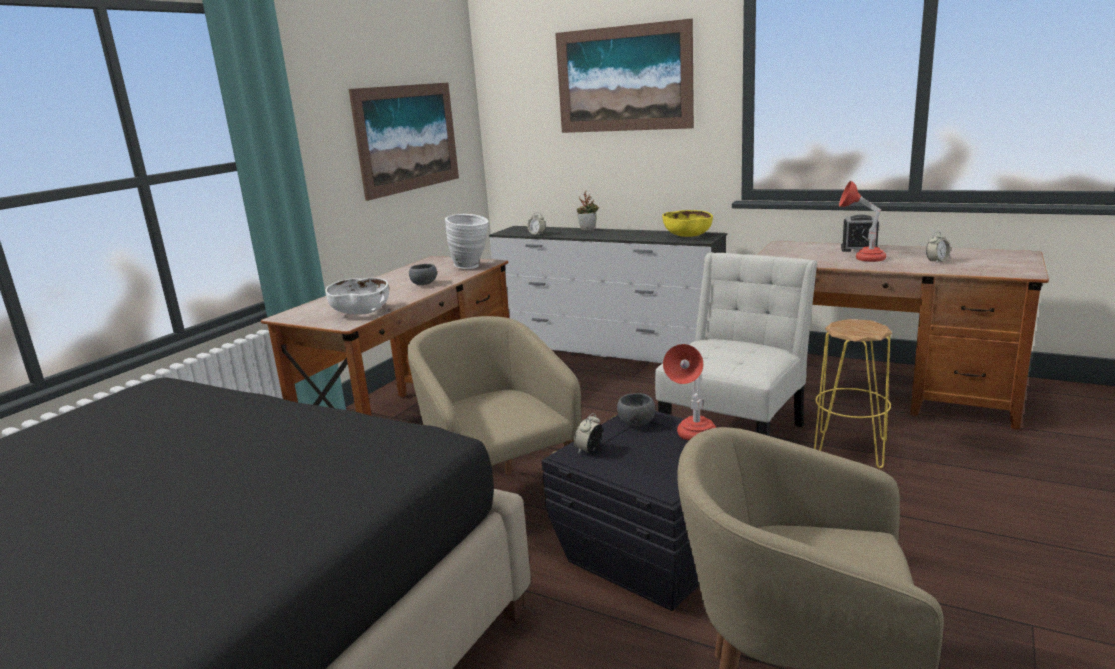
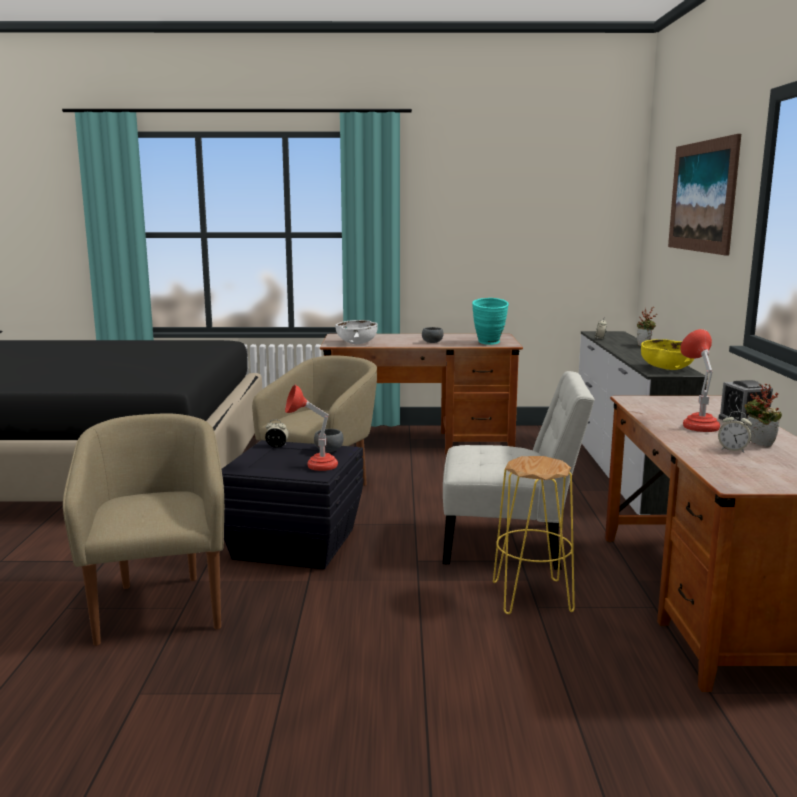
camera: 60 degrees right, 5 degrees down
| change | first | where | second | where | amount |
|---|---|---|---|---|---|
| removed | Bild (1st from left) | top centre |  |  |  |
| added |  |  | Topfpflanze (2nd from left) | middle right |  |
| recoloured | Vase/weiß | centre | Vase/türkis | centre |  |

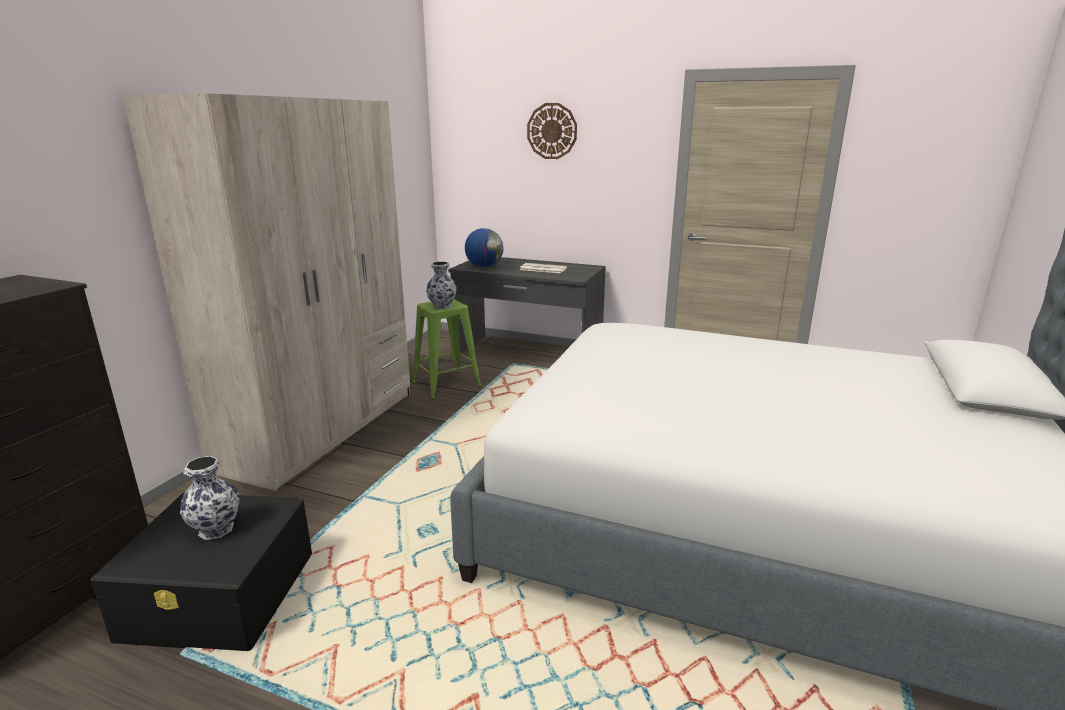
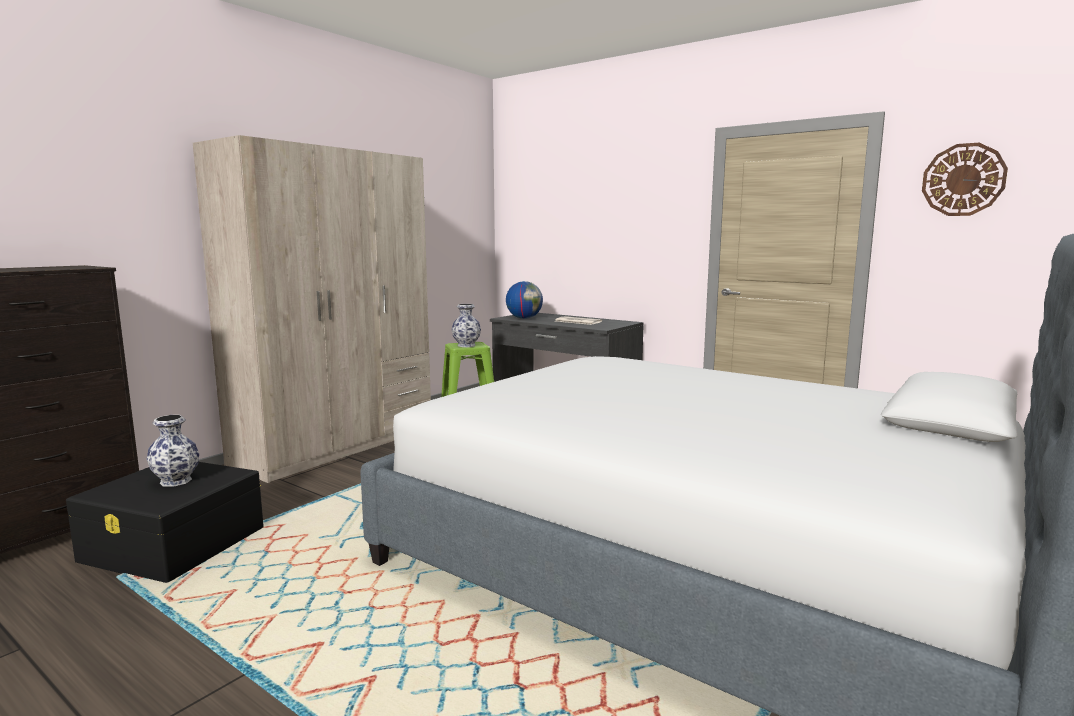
camera: 15 degrees right, 10 degrees down
| change | first | where | second | where | amount |
|---|---|---|---|---|---|
| moved | Wanduhr | top centre |  | top right |  |

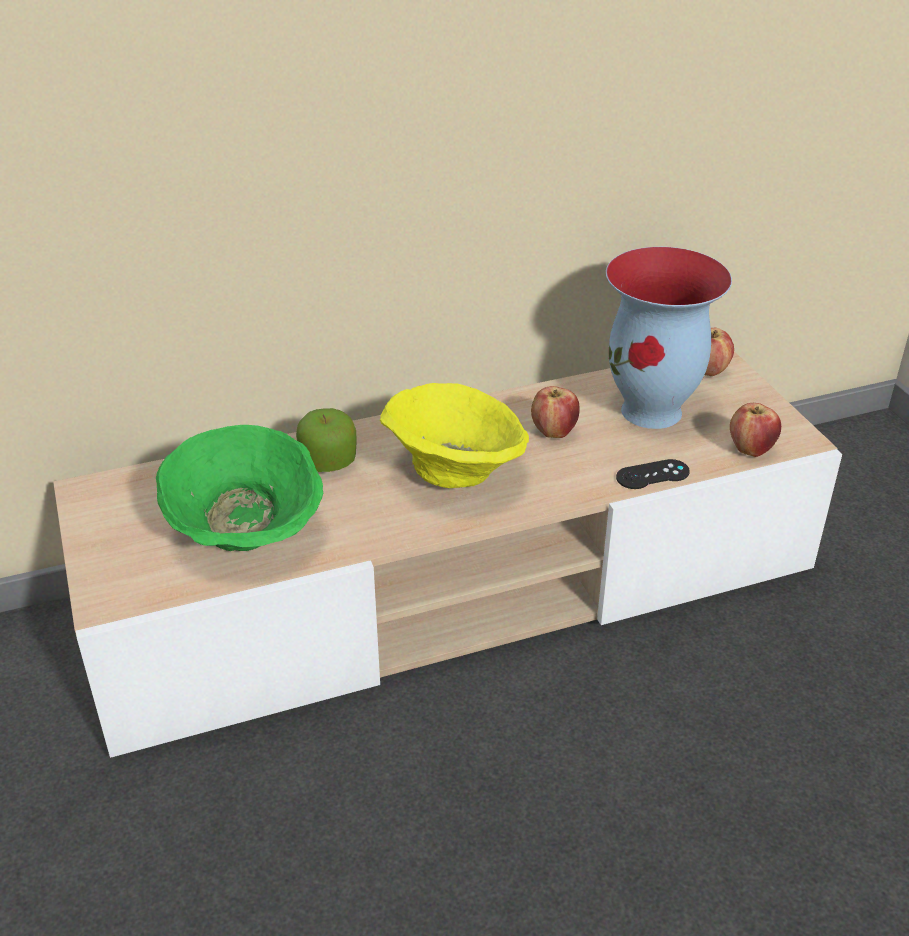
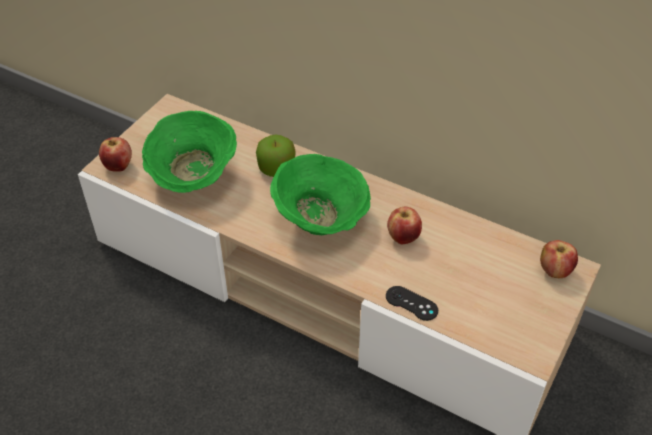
camera: 50 degrees right, 10 degrees up
| change | first | where | second | where | amount |
|---|---|---|---|---|---|
| removed | Vase | middle right |  |  |  |
| moved | Apfel (4th from left in the first image) | middle right | Apfel (1st from left) | middle left |  |
| recoloured | Schüssel/gelb | centre | Schüssel/grün (2nd from left) | centre |  |

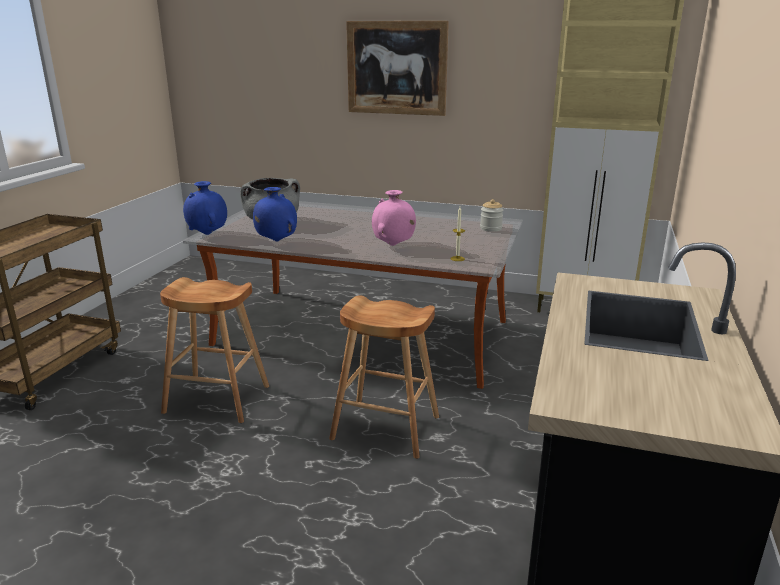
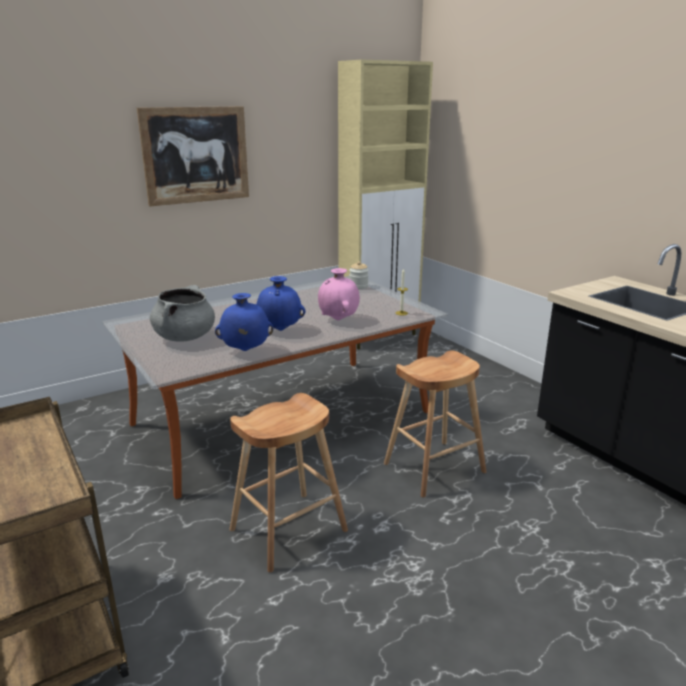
camera: 50 degrees left, 0 degrees up
| change | first | where | second | where | amount |
|---|---|---|---|---|---|
| moved | Vase/blau (1st from left in the first image) | middle left | Vase/blau (2nd from left) | centre |  |

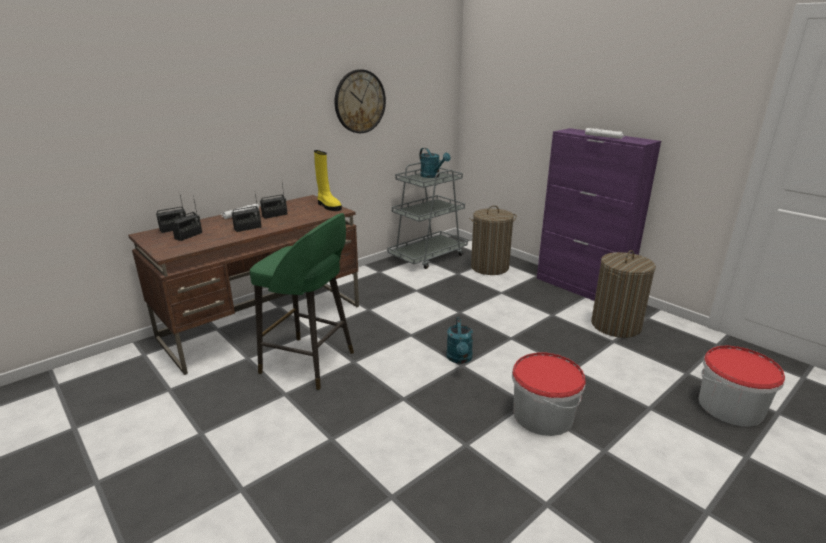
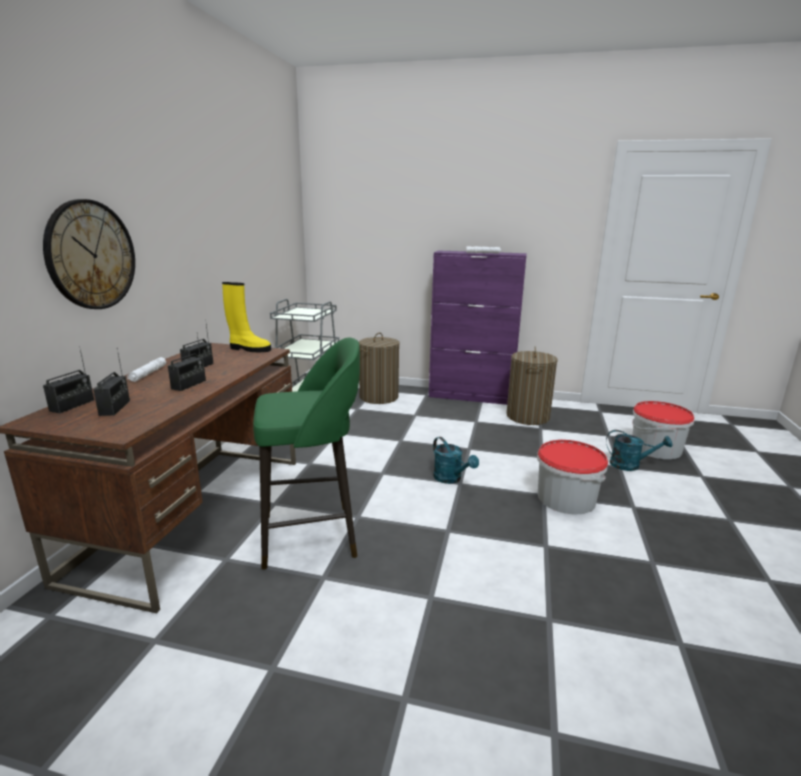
camera: 35 degrees left, 5 degrees down
| change | first | where | second | where | amount |
|---|---|---|---|---|---|
| moved | Wanduhr | top centre |  | top left |  |
| moved | Gießkanne/türkis (1st from left in the first image) | top centre | Gießkanne/türkis (2nd from left) | middle right |  |

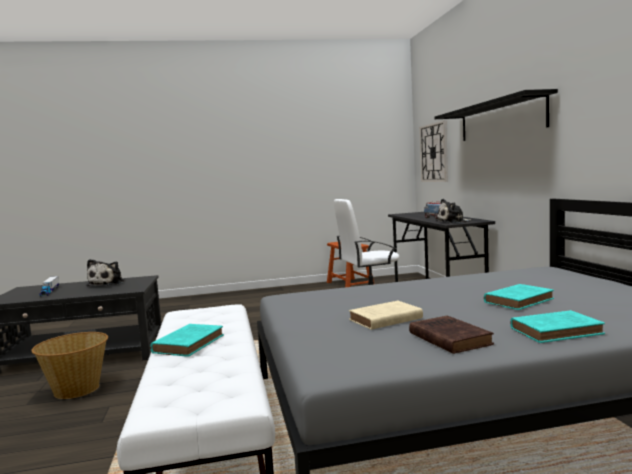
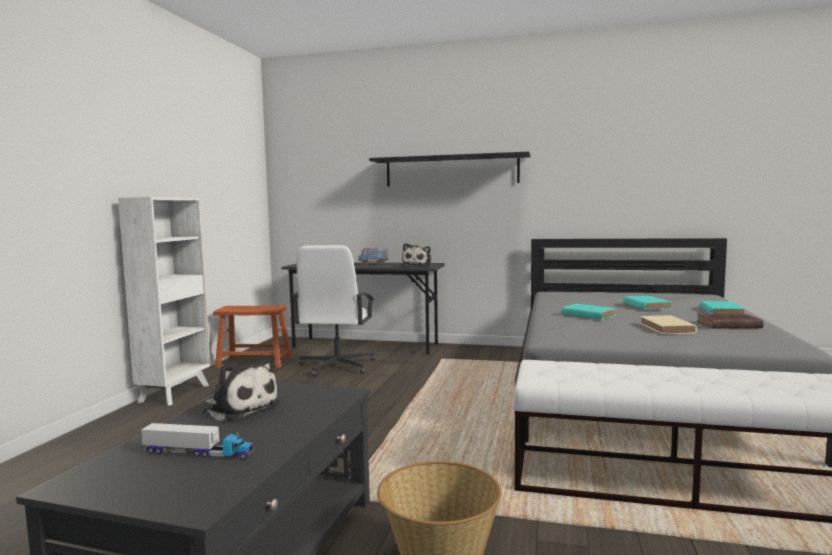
camera: 65 degrees left, 0 degrees up
| change | first | where | second | where | amount |
|---|---|---|---|---|---|
| removed | Wanduhr | top right |  |  |  |
| added |  |  | Bücherregal/weiß | middle left |  |
| moved | Buch/türkis (1st from left) | bottom left |  | middle right |  |

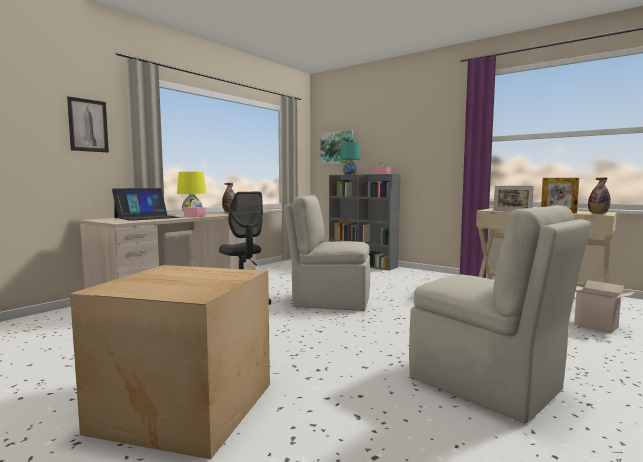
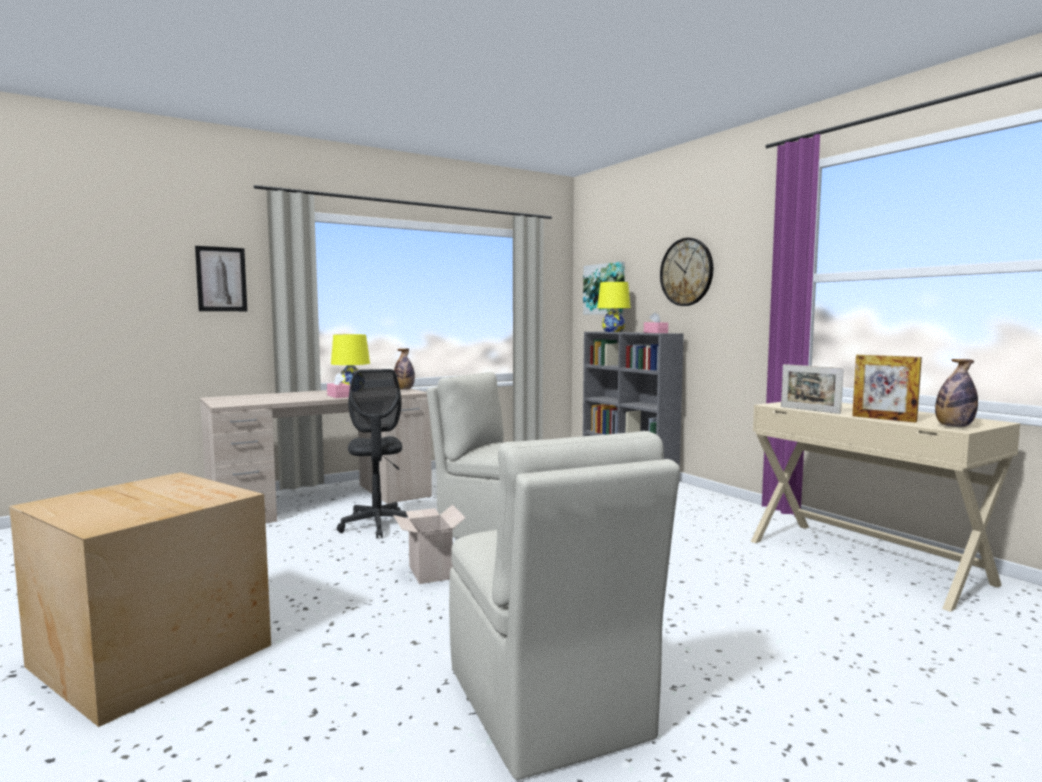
camera: 20 degrees right, 0 degrees up
| change | first | where | second | where | amount |
|---|---|---|---|---|---|
| removed | Laptop | middle left |  |  |  |
| added |  |  | Wanduhr | centre |  |
| moved | Karton (2nd from left) | middle right |  | bottom centre |  |
| recoloured | Tischlampe/türkis | centre | Tischlampe/gelb (2nd from left) | centre |  |

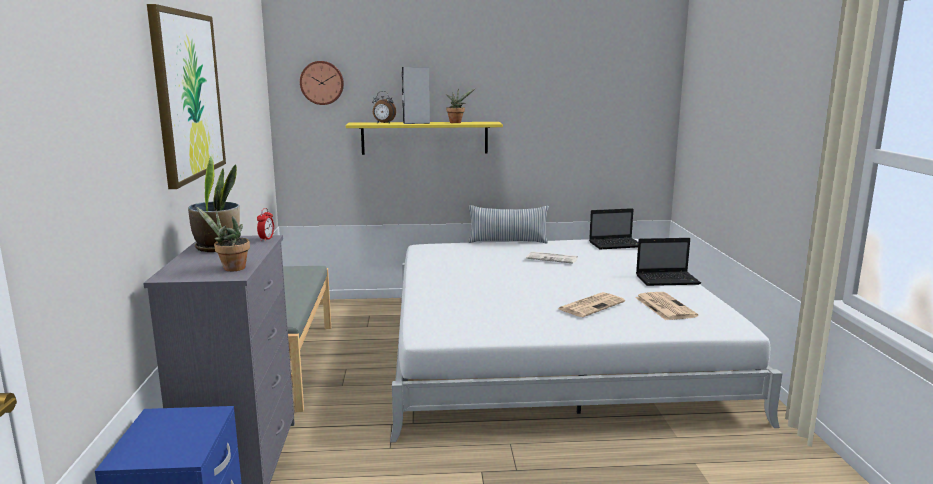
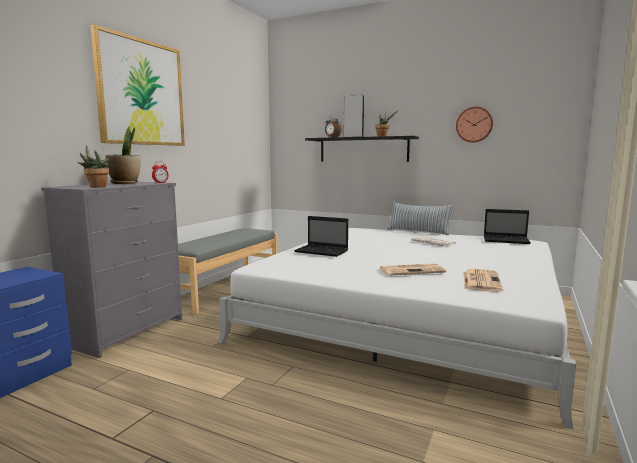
camera: 30 degrees right, 5 degrees down
| change | first | where | second | where | amount |
|---|---|---|---|---|---|
| moved | Wanduhr | top centre |  | top right |  |
| moved | Laptop (2nd from left in the first image) | middle right | Laptop (1st from left) | centre |  |
| recoloured | Wandregal/gelb | top centre | Wandregal/schwarz | top centre |  |

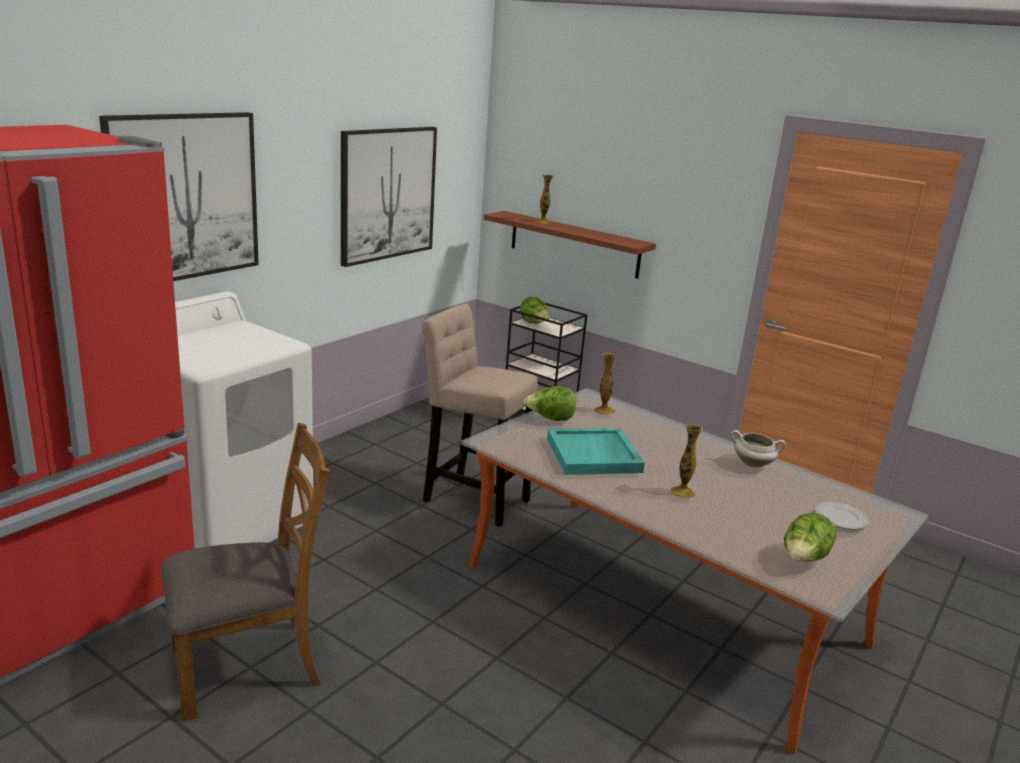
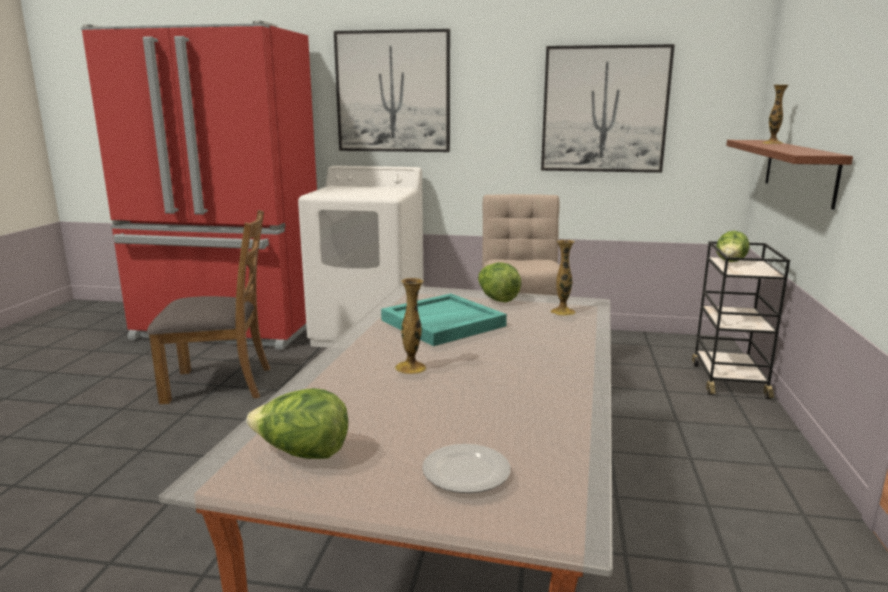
camera: 65 degrees right, 5 degrees down
| change | first | where | second | where | amount |
|---|---|---|---|---|---|
| removed | Kochtopf/weiß | middle right |  |  |  |
| turned | Stuhl/braun | bottom left |  | middle left | 45 degrees counterclockwise |

